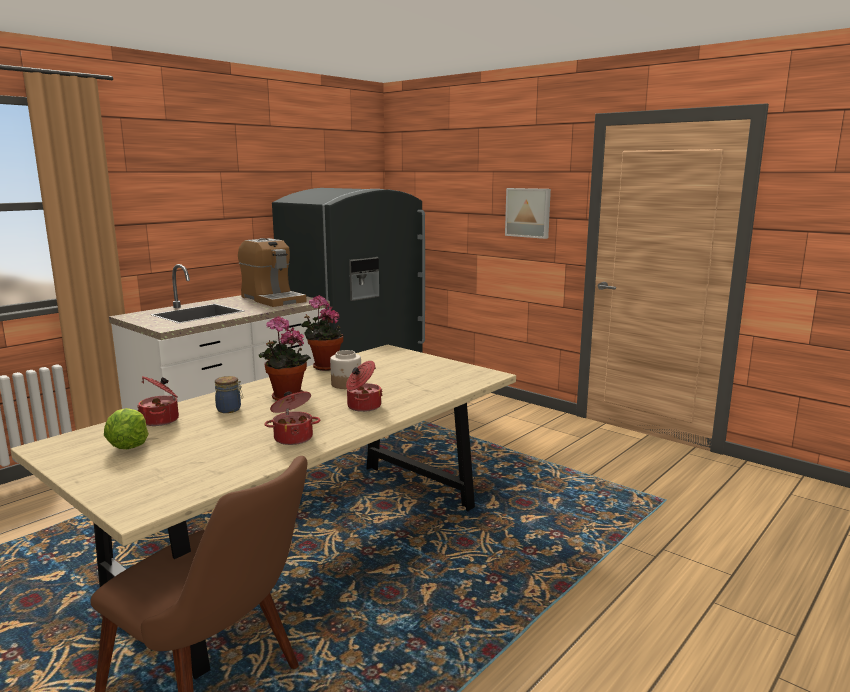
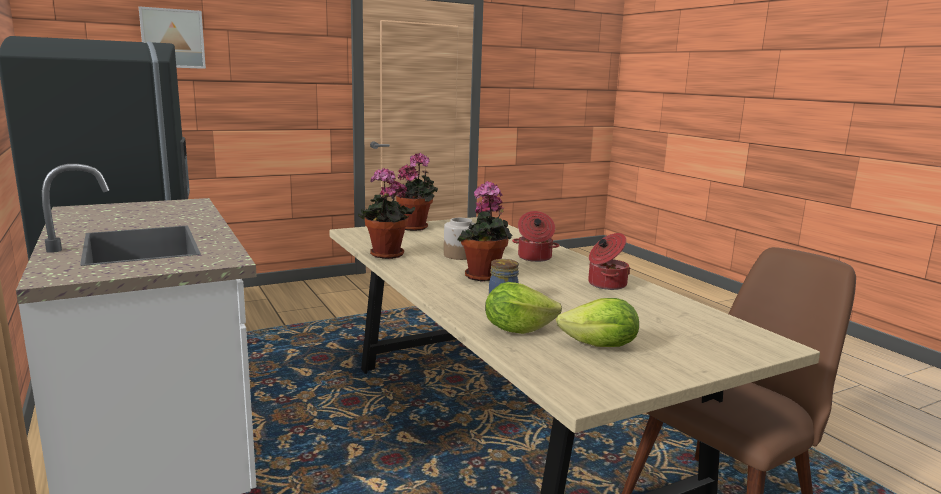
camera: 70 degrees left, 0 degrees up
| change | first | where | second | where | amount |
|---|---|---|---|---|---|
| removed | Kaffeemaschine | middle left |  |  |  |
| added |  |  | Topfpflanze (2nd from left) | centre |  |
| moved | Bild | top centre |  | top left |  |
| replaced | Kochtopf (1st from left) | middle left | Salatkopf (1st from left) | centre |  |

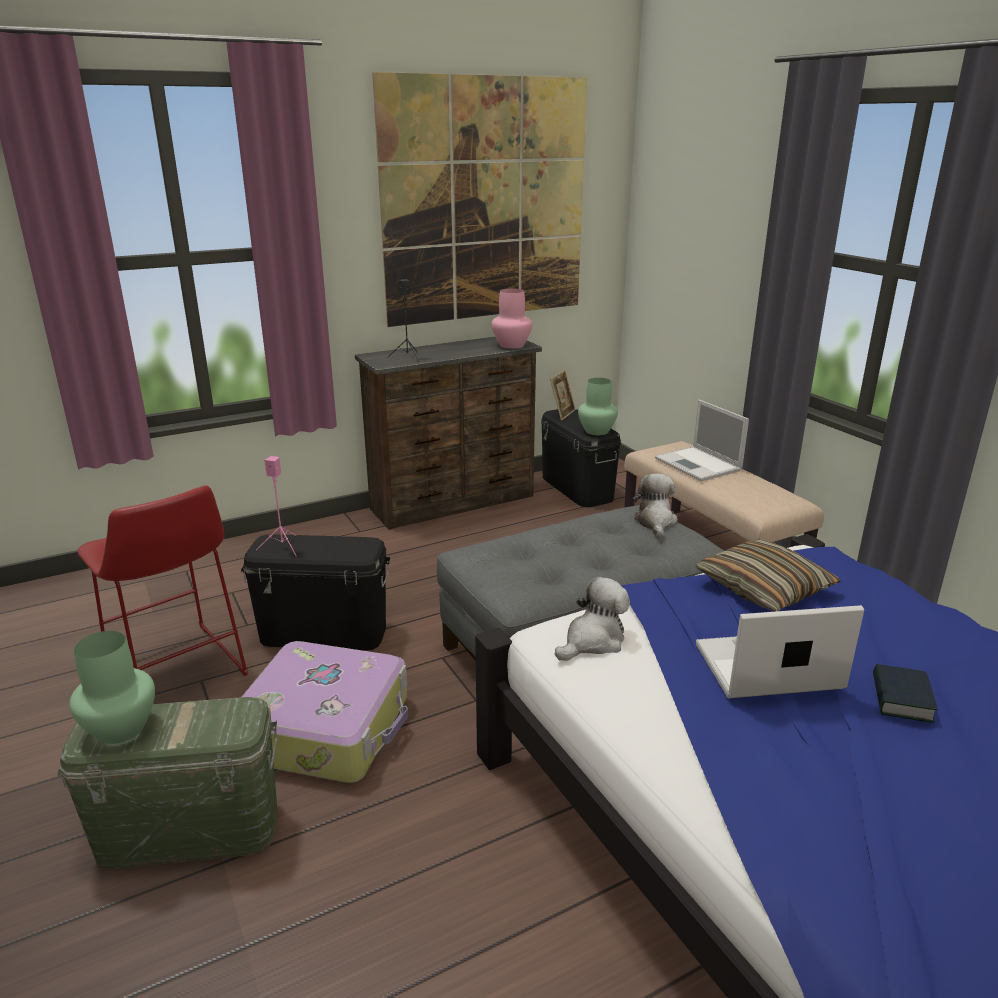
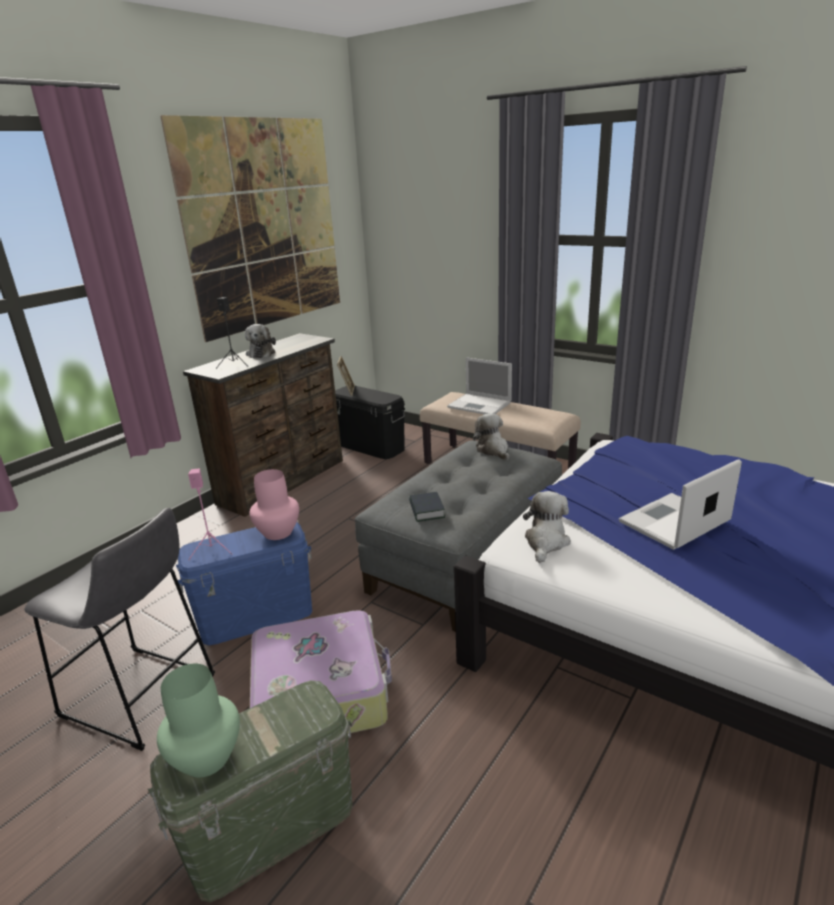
camera: 25 degrees left, 0 degrees up
| change | first | where | second | where | amount |
|---|---|---|---|---|---|
| removed | Vase/grün (2nd from left) | centre |  |  |  |
| removed | Kissen | middle right |  |  |  |
| added |  |  | Plüschtier (1st from left) | middle left |  |
| moved | Vase/rosa | top centre |  | middle left |  |
| moved | Buch | bottom right |  | centre |  |
| recoloured | Hocker/rot | middle left | Hocker/grau | bottom left |  |
| recoloured | Aufbewahrungsbox/schwarz (1st from left) | middle left | Aufbewahrungsbox/blau | middle left |  |

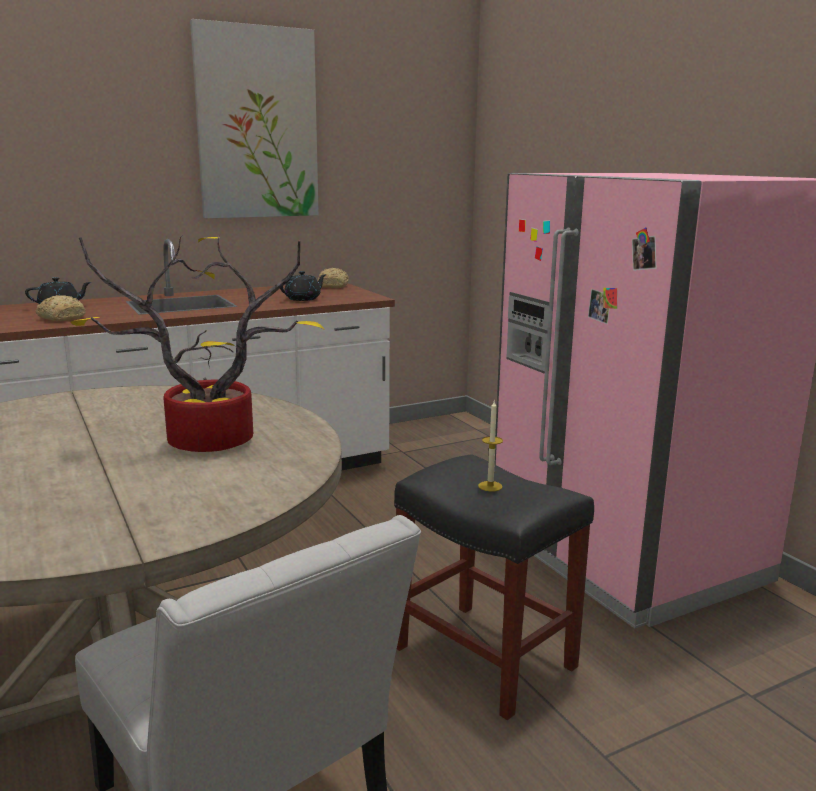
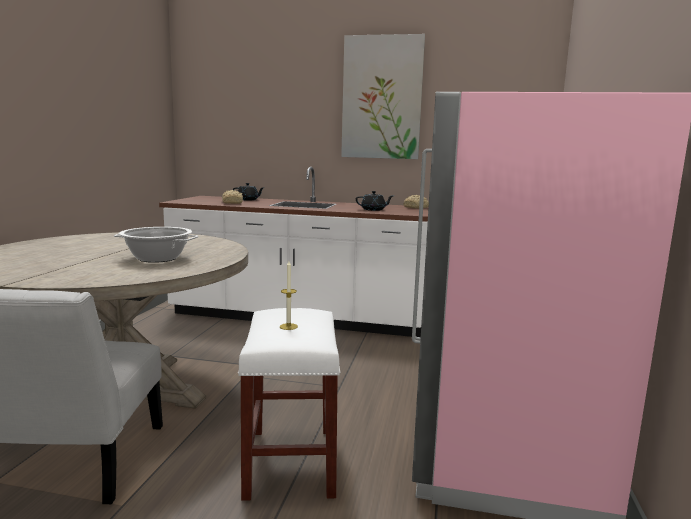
camera: 40 degrees right, 5 degrees down
| change | first | where | second | where | amount |
|---|---|---|---|---|---|
| replaced | Topfpflanze | middle left | Kochtopf | middle left |  |
| recoloured | Hocker/schwarz | bottom centre | Hocker/weiß | bottom centre |  |

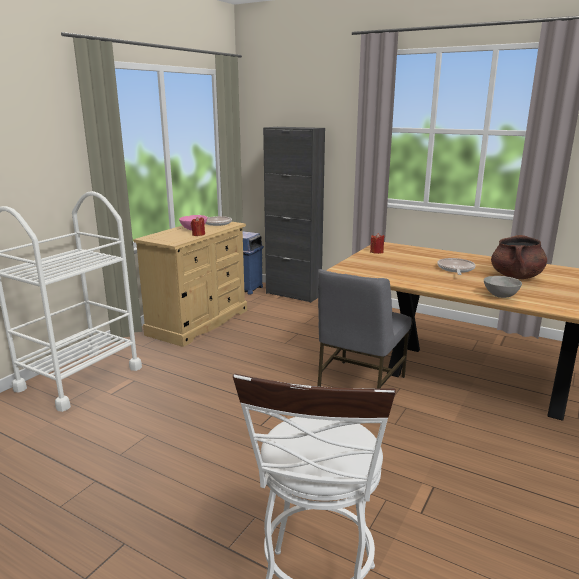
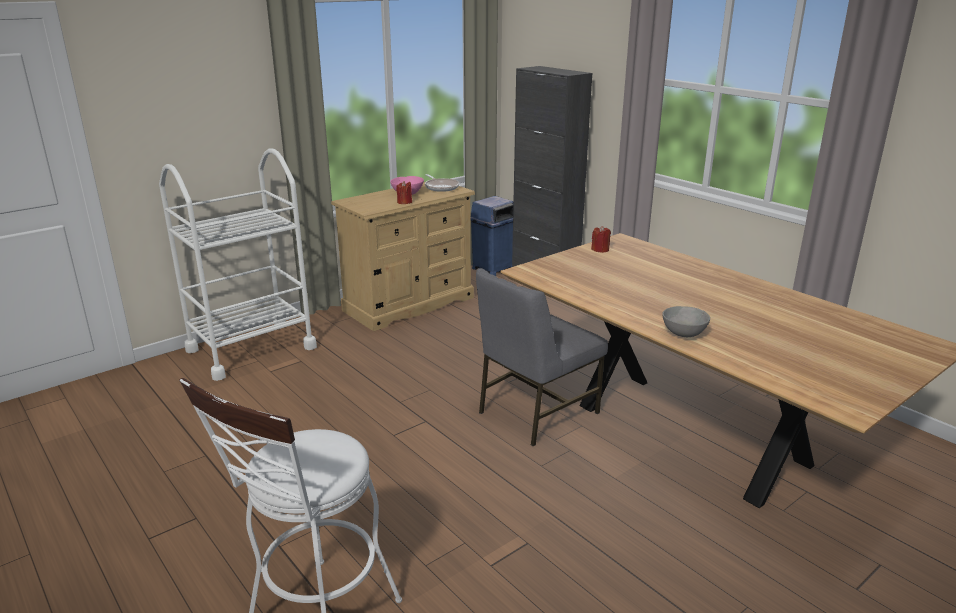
camera: 20 degrees right, 5 degrees up
| change | first | where | second | where | amount |
|---|---|---|---|---|---|
| removed | Pfanne (2nd from left) | middle right |  |  |  |
| removed | Kochtopf/braun | middle right |  |  |  |

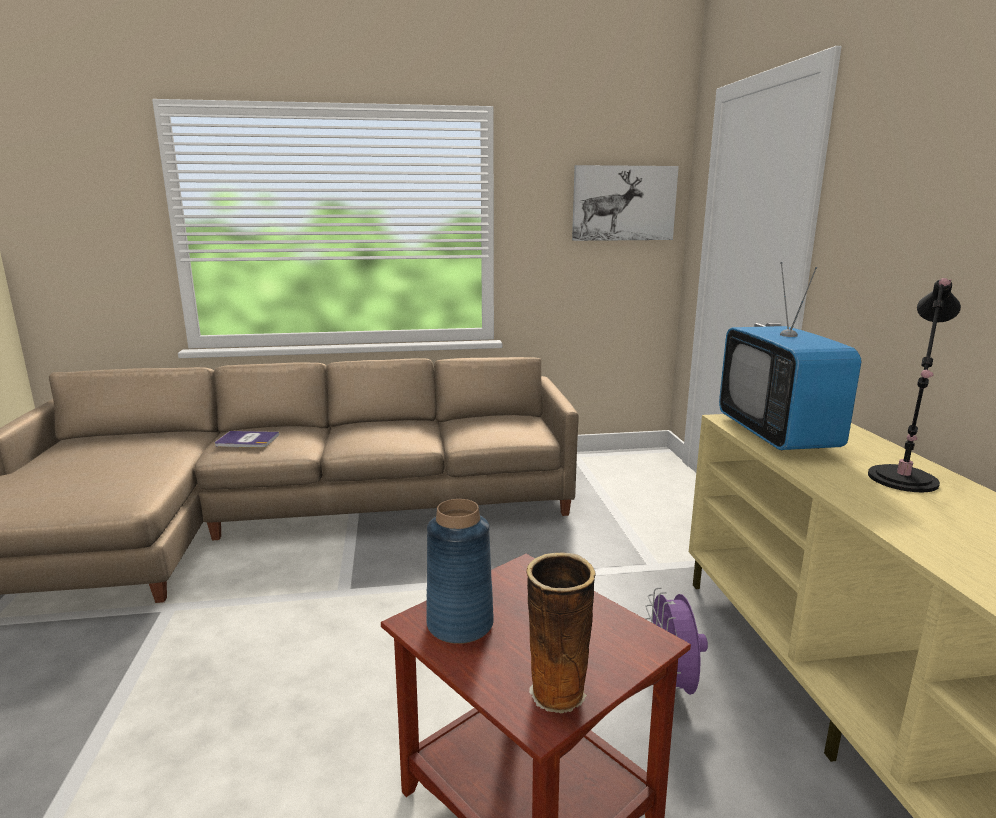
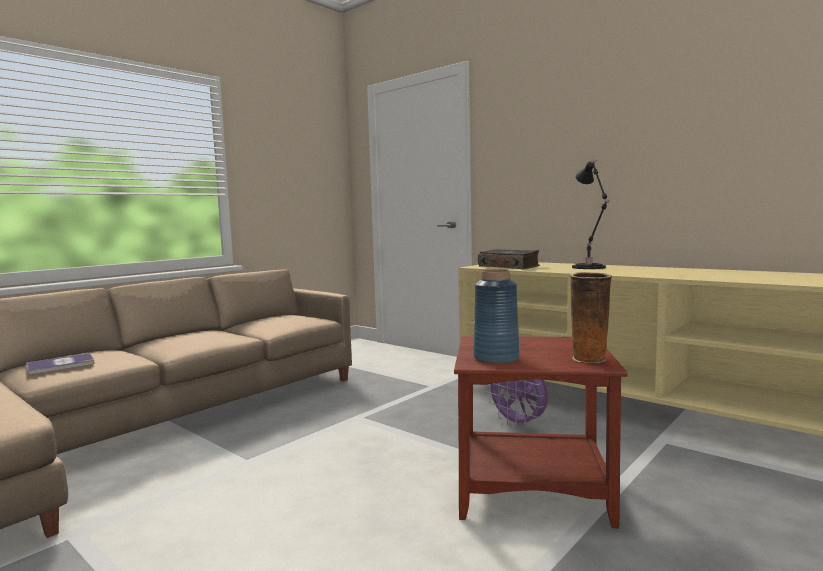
camera: 40 degrees left, 10 degrees down
| change | first | where | second | where | amount |
|---|---|---|---|---|---|
| removed | Bild | top centre |  |  |  |
| replaced | Fernseher | middle right | Buch (2nd from left) | centre |  |

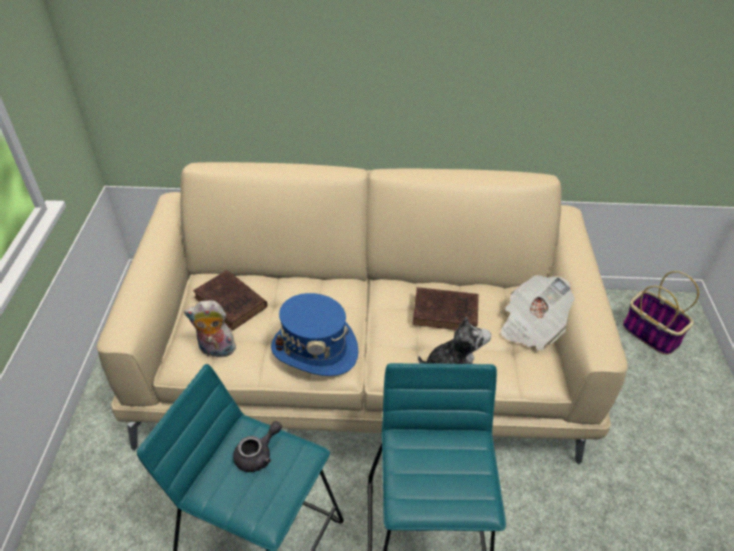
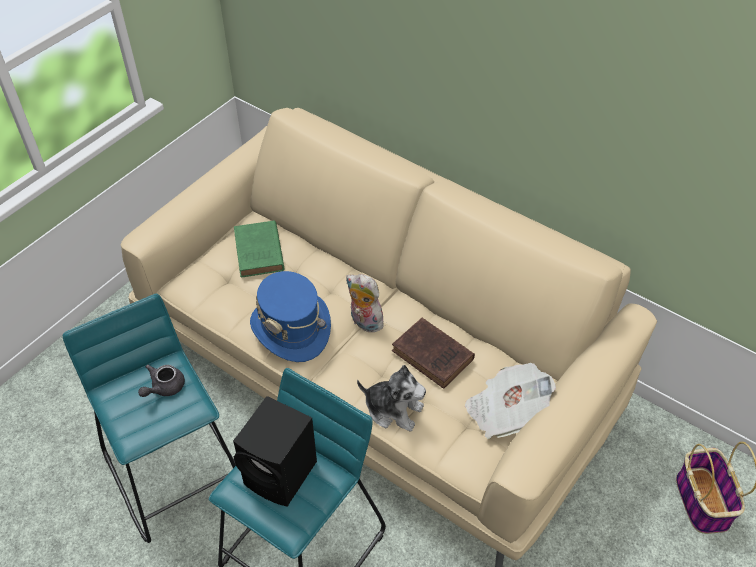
camera: 35 degrees right, 5 degrees up
| change | first | where | second | where | amount |
|---|---|---|---|---|---|
| added |  |  | Lautsprecher/schwarz | bottom centre |  |
| moved | Plüschtier (1st from left) | middle left |  | centre |  |
| recoloured | Buch/braun (1st from left) | middle left | Buch/grün | centre |  |
| turned | Teekanne/grau | bottom centre |  | bottom left | 135 degrees clockwise |

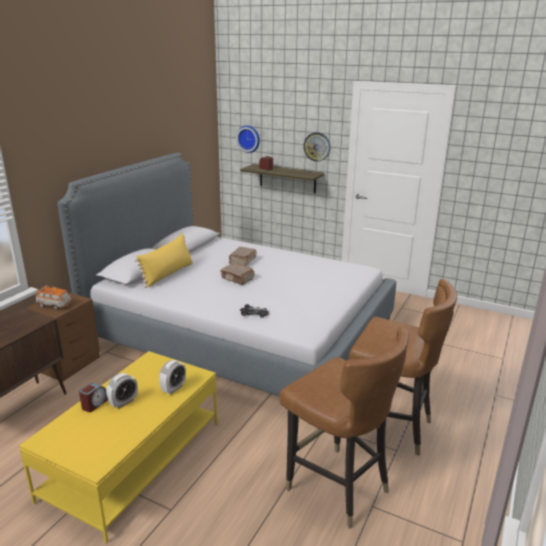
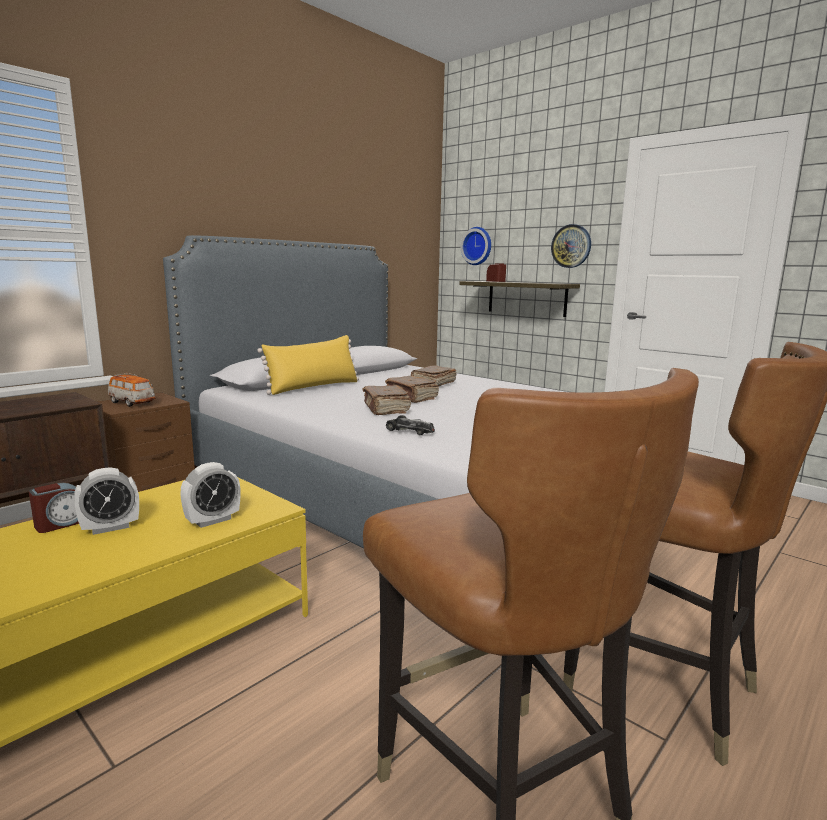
camera: 15 degrees right, 10 degrees down
| change | first | where | second | where | amount |
|---|---|---|---|---|---|
| added |  |  | Buch/braun (1st from left) | centre |  |

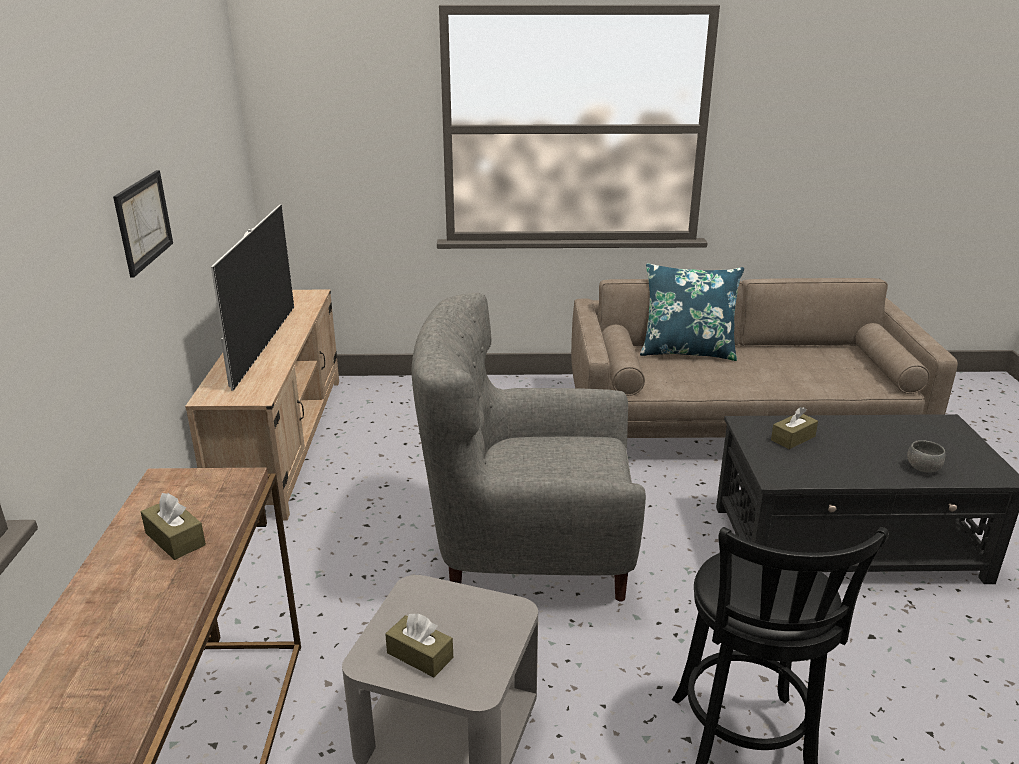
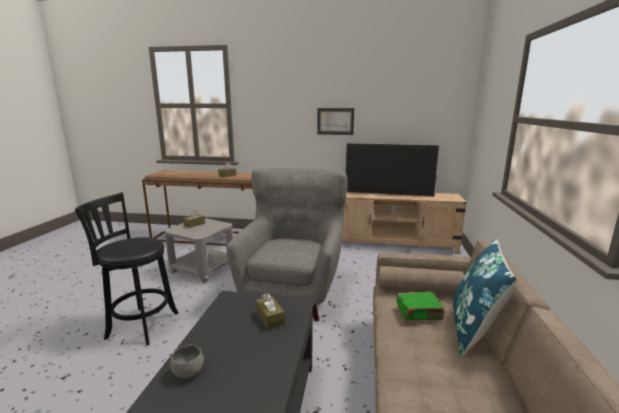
camera: 100 degrees right, 10 degrees down
| change | first | where | second | where | amount |
|---|---|---|---|---|---|
| added |  |  | Buch/grün | bottom right |  |

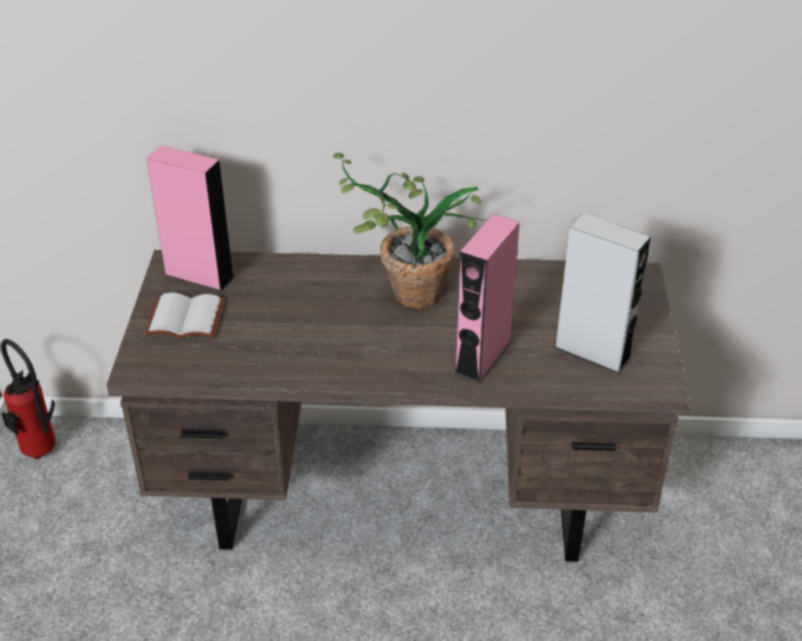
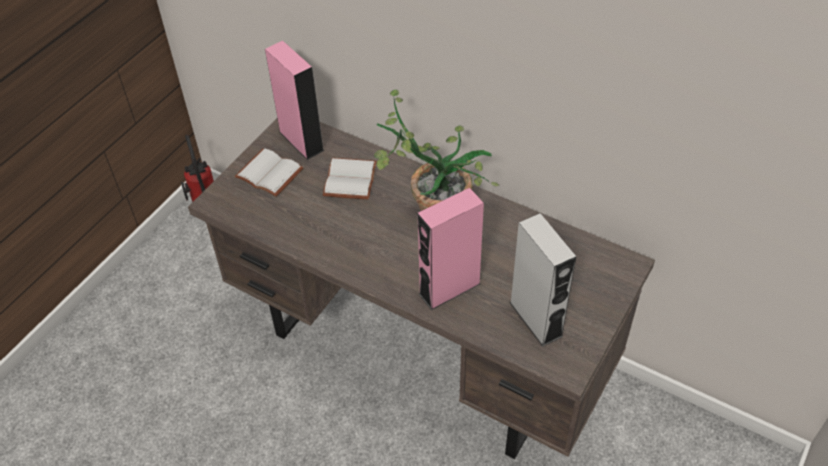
camera: 30 degrees right, 10 degrees up
| change | first | where | second | where | amount |
|---|---|---|---|---|---|
| added |  |  | Buch/weiß (2nd from left) | centre |  |

